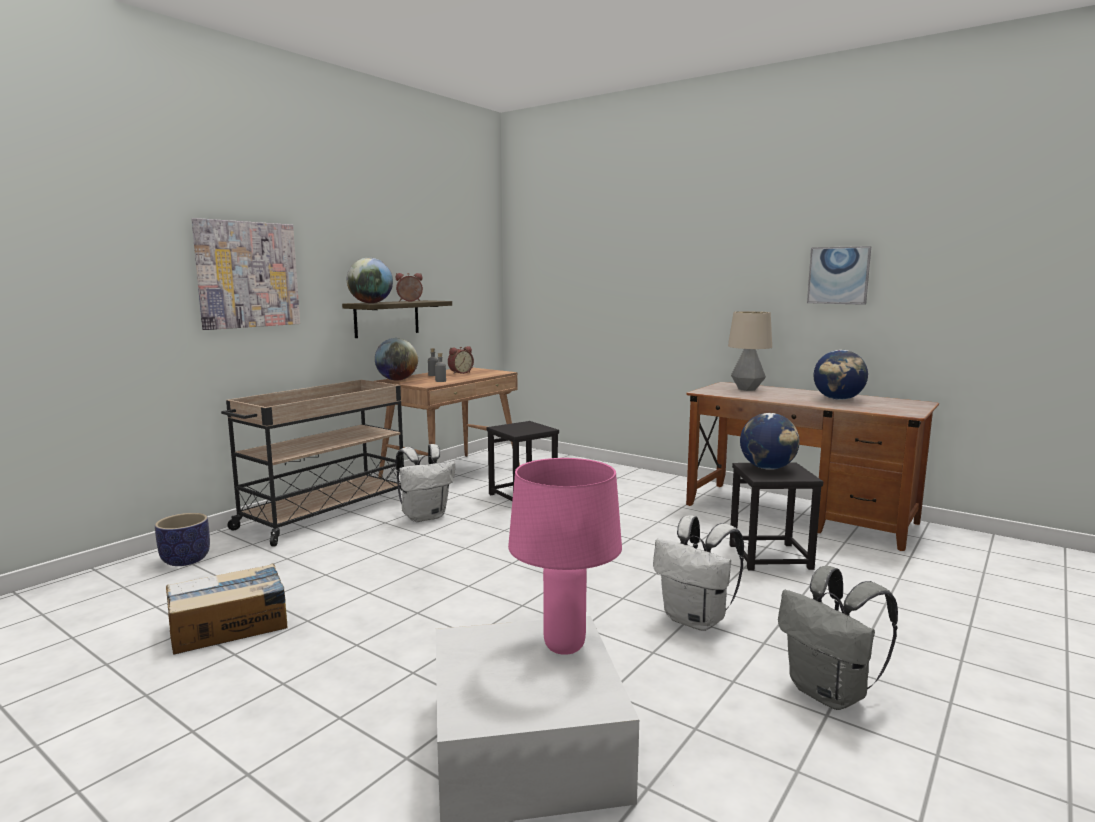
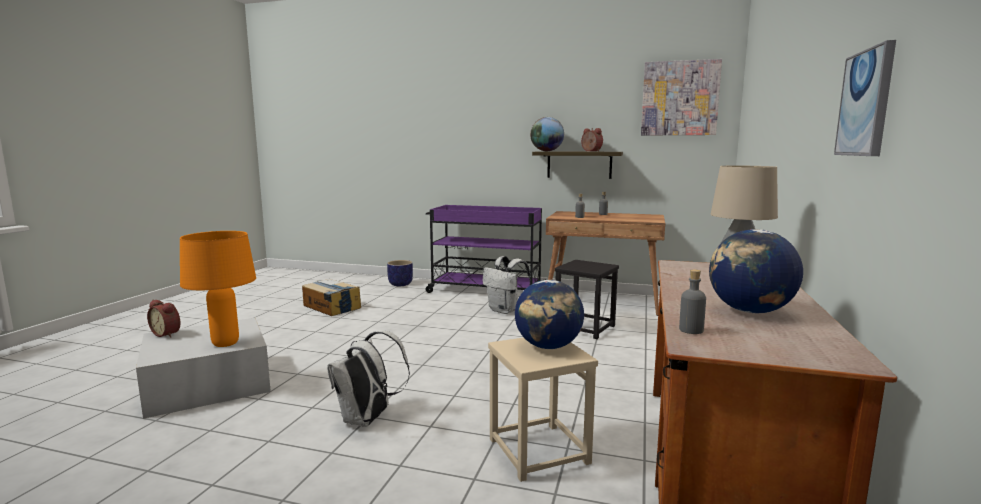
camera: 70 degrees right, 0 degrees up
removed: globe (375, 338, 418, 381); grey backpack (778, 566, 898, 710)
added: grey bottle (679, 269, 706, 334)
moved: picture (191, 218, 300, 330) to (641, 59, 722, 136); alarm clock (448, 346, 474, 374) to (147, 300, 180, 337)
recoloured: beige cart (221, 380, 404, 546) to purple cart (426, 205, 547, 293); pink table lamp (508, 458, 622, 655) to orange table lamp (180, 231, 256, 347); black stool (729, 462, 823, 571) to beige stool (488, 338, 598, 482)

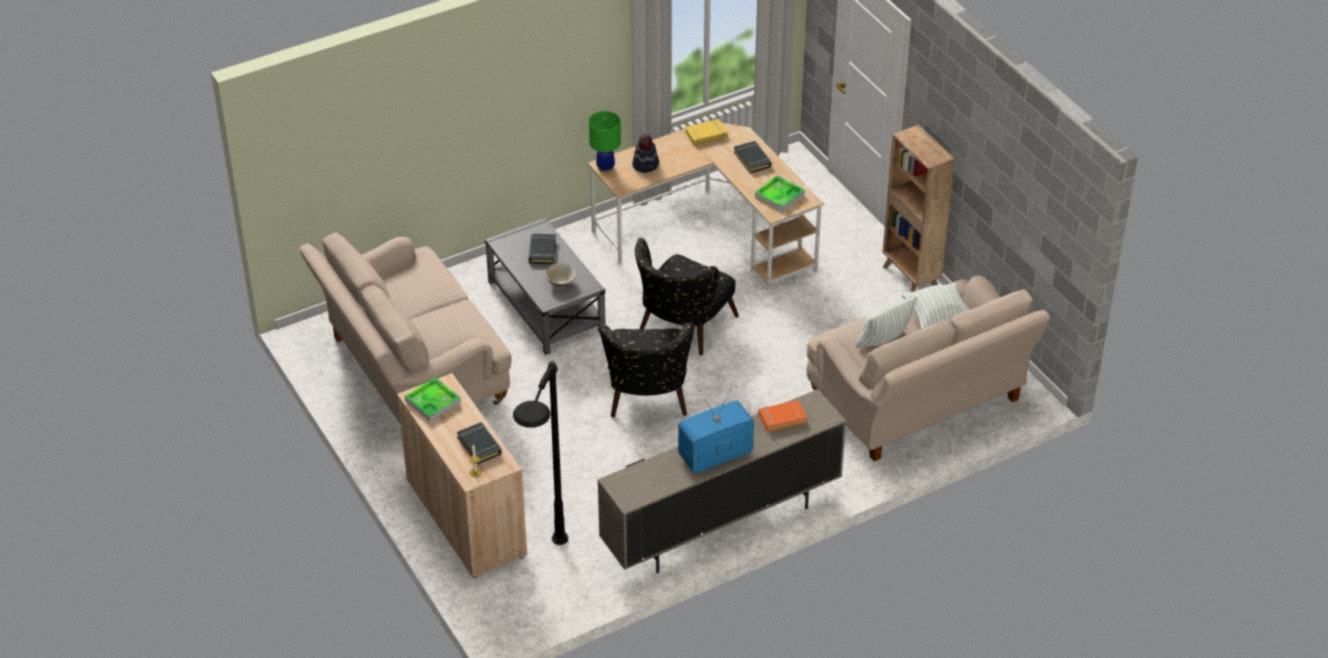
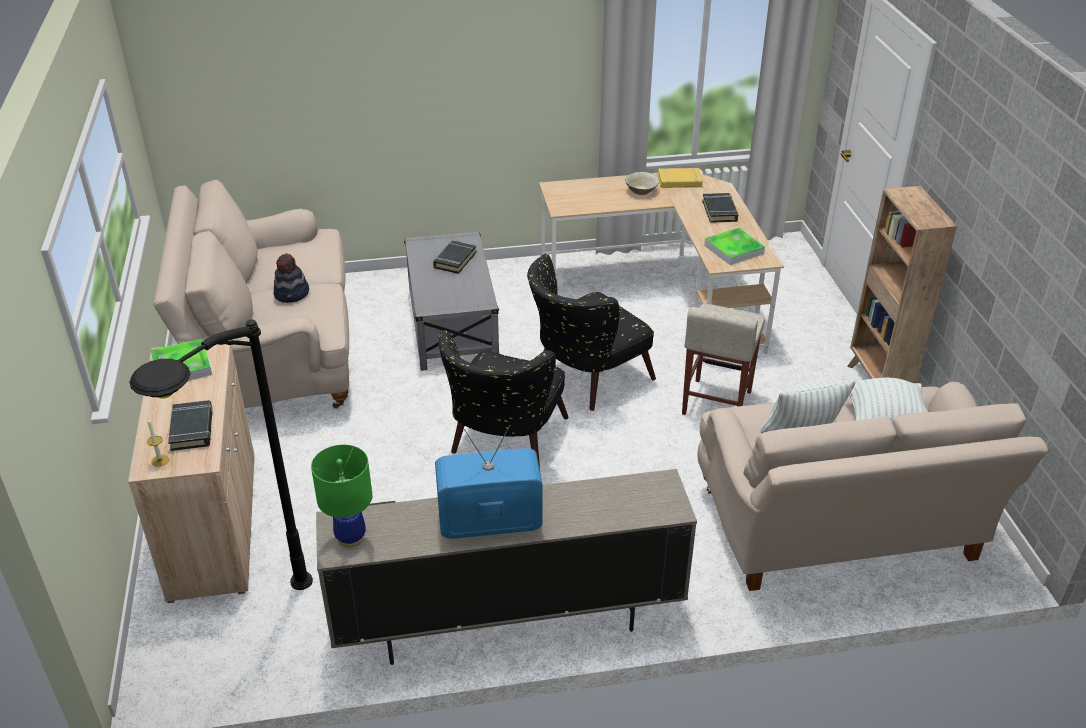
camera: 20 degrees right, 5 degrees down
removed: orange book (758, 400, 807, 432)
added: beige stool (682, 304, 765, 415)
moved: beige bowl (545, 263, 576, 287) to (625, 172, 659, 195); green table lamp (589, 111, 621, 173) to (311, 445, 373, 548); hat (632, 134, 659, 173) to (274, 253, 309, 303)

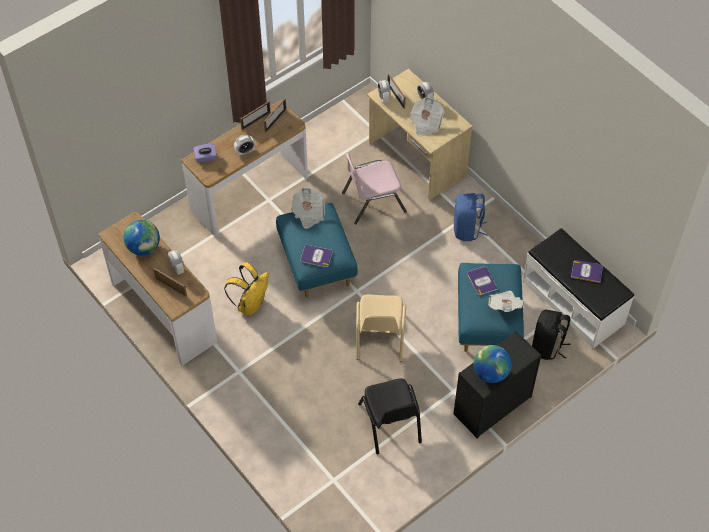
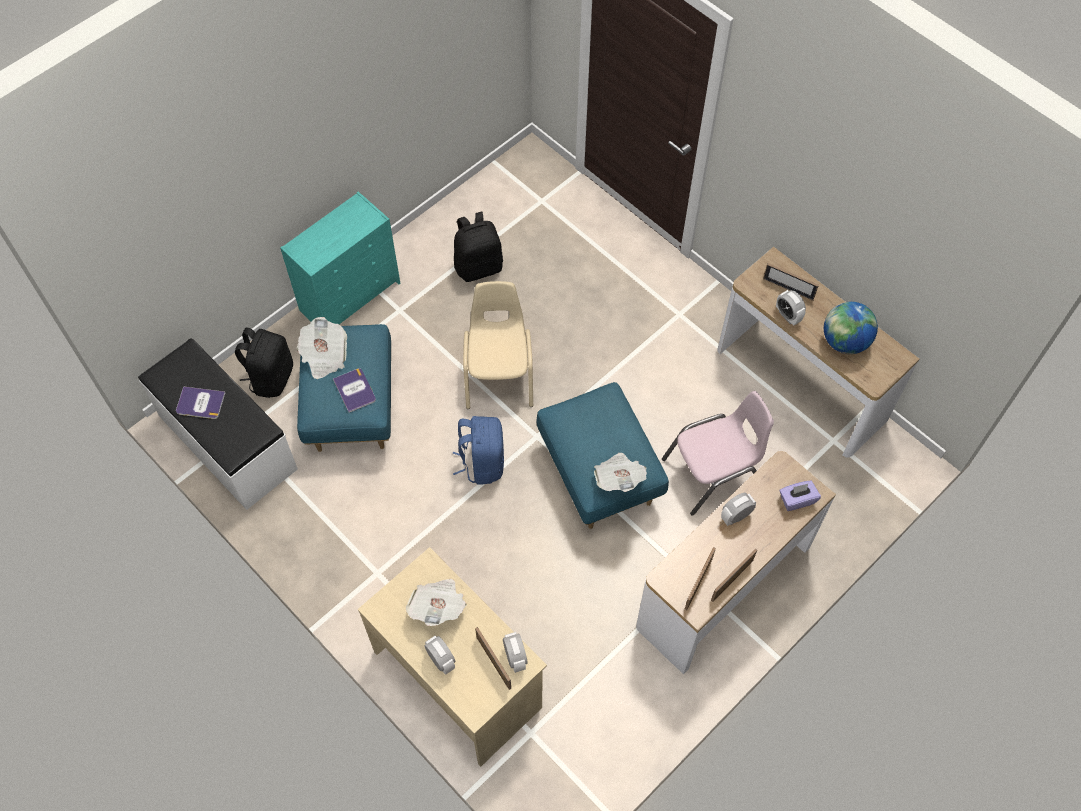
camera: 175 degrees right, 5 degrees up
removed: yellow backpack (225, 262, 269, 316); book (300, 245, 333, 267); globe (474, 345, 512, 383)
moved: pink chair (342, 153, 407, 225) to (662, 391, 774, 516); blue backpack (454, 193, 488, 241) to (453, 416, 504, 485)
replaced: black chair (358, 378, 422, 455) to black backpack (454, 211, 503, 282)
recoloured: black dresser (453, 331, 541, 439) to turquoise dresser (280, 191, 400, 324)

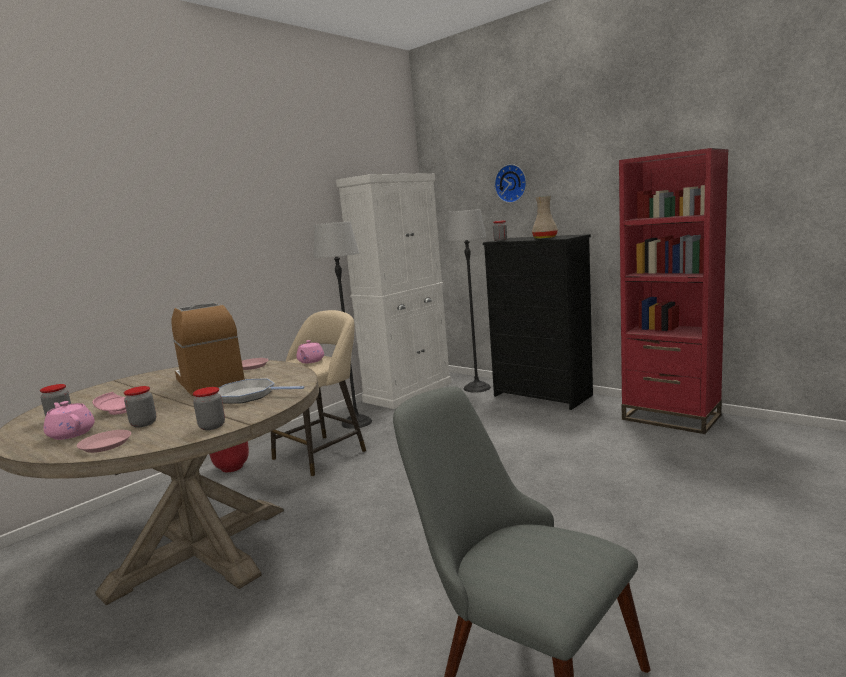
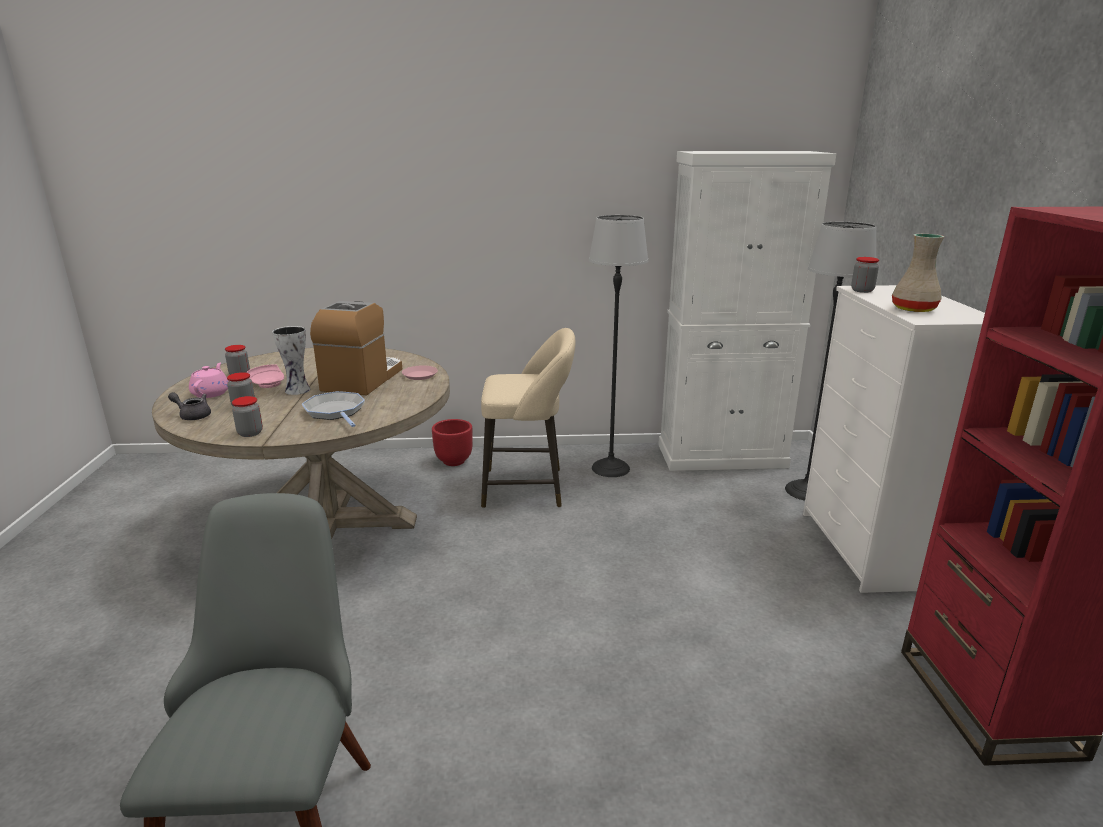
camera: 45 degrees right, 10 degrees up
removed: pink teapot (297, 340, 324, 363); wall clock (494, 164, 526, 203)
added: vase (272, 326, 311, 395)
replaced: pink plate (77, 430, 131, 453) to grey teapot (168, 392, 211, 420)
recoloured: black dresser (483, 234, 593, 410) to white dresser (803, 285, 985, 593)

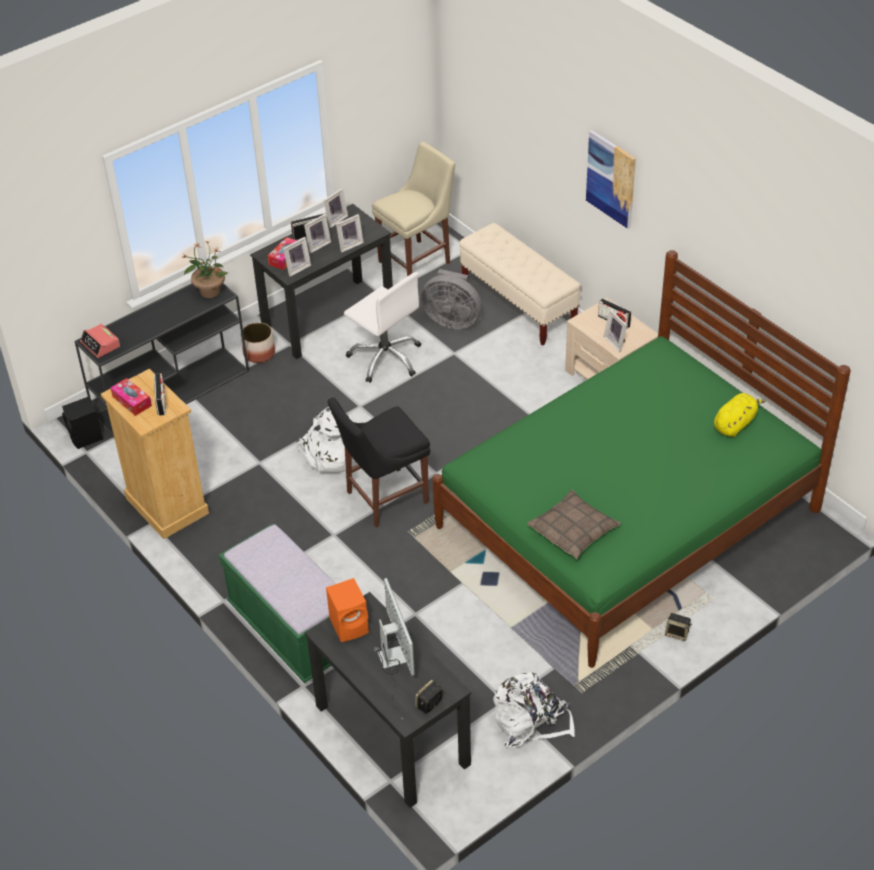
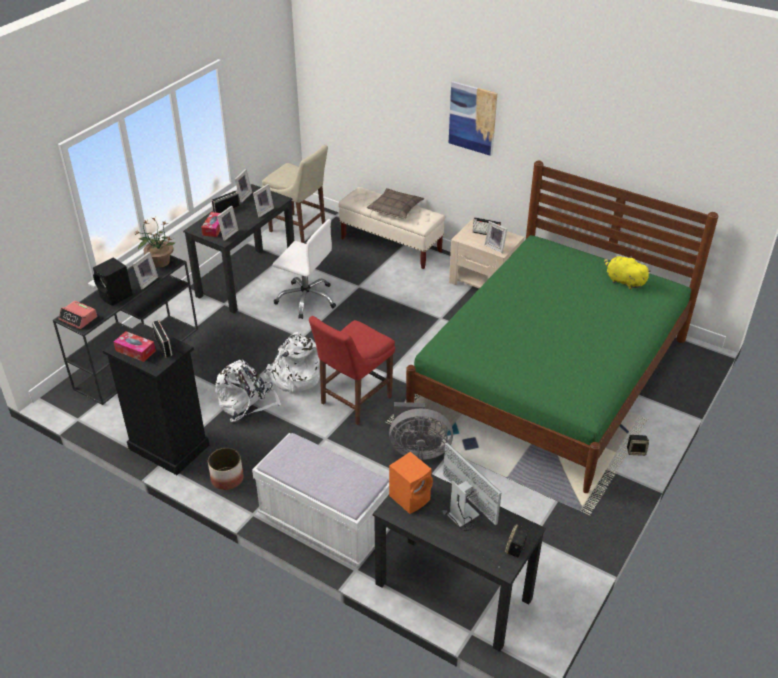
camera: 20 degrees left, 5 degrees down
moved: black speaker (62, 397, 103, 449) to (93, 258, 133, 306); planter (241, 322, 275, 363) to (208, 448, 244, 490); picture frame (304, 214, 331, 253) to (133, 252, 158, 290); grey fan (421, 269, 482, 329) to (389, 402, 453, 460); white backpack (493, 672, 575, 748) to (215, 360, 281, 422); pillow (527, 490, 621, 559) to (367, 188, 424, 219)
recoloured: beige dresser (101, 369, 209, 539) to black dresser (103, 322, 209, 475); green bench (219, 523, 335, 683) to white bench (252, 433, 389, 566); black chair (328, 398, 430, 527) to red chair (309, 316, 395, 425)
turned: beige chair (372, 142, 455, 276) = (262, 145, 328, 243) 90 degrees clockwise; yellow plush toy (714, 393, 765, 437) = (604, 256, 651, 289) 75 degrees counterclockwise

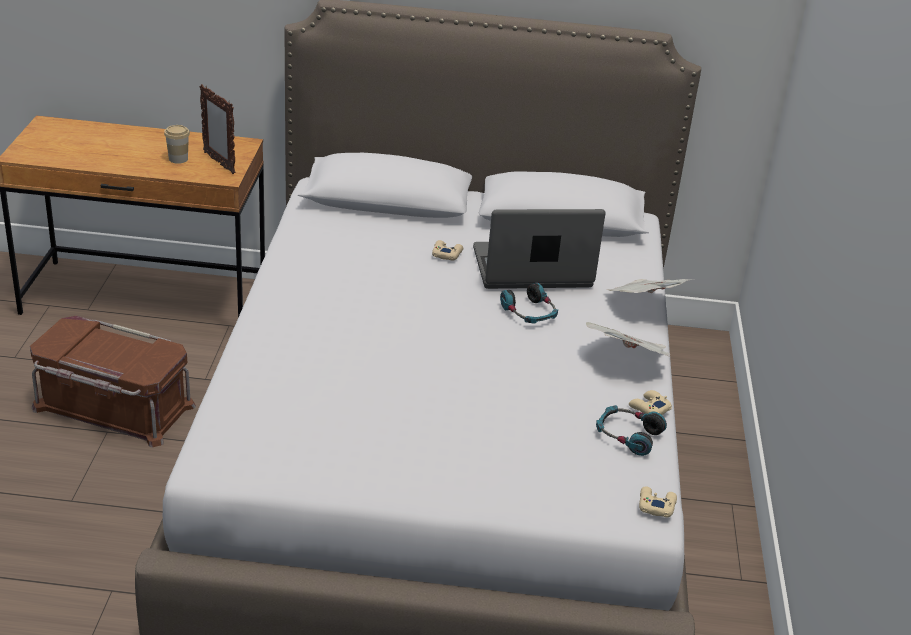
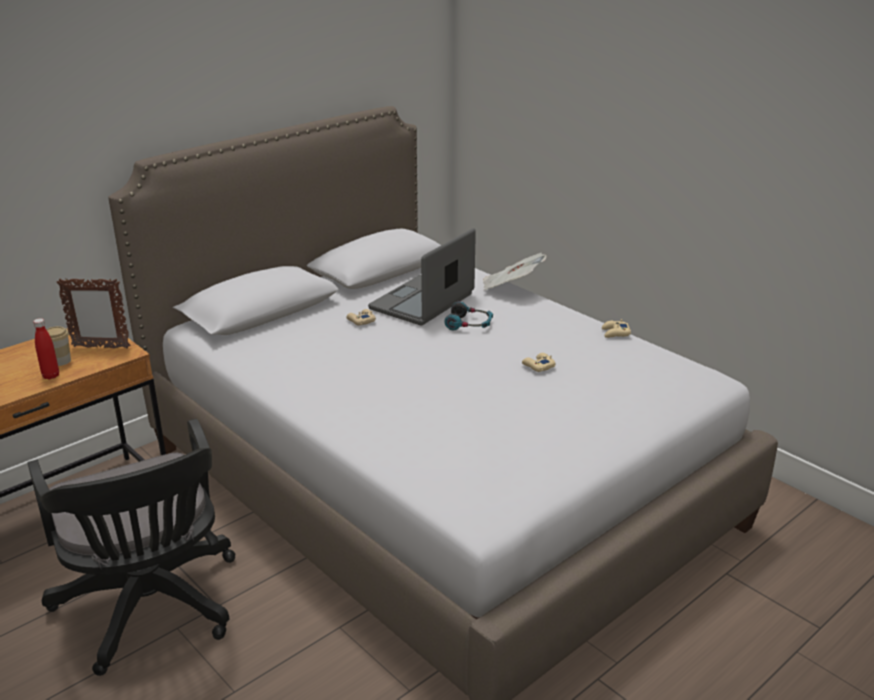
camera: 45 degrees left, 5 degrees down
removed: newspaper (586, 322, 671, 357); headphones (596, 405, 667, 456)
added: red bottle (33, 318, 59, 380)
moved: beige game controller (639, 486, 677, 518) to (522, 353, 556, 372)
replaced: brown storage box (30, 316, 196, 447) to black office chair (27, 419, 235, 676)

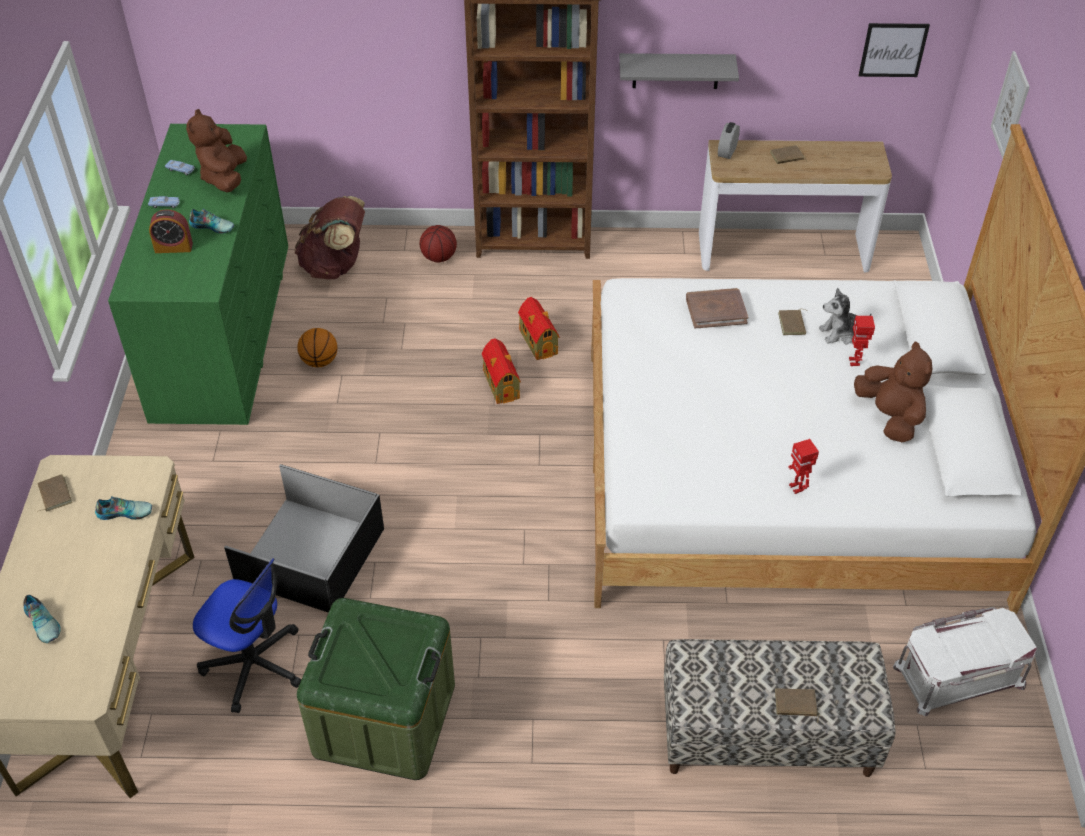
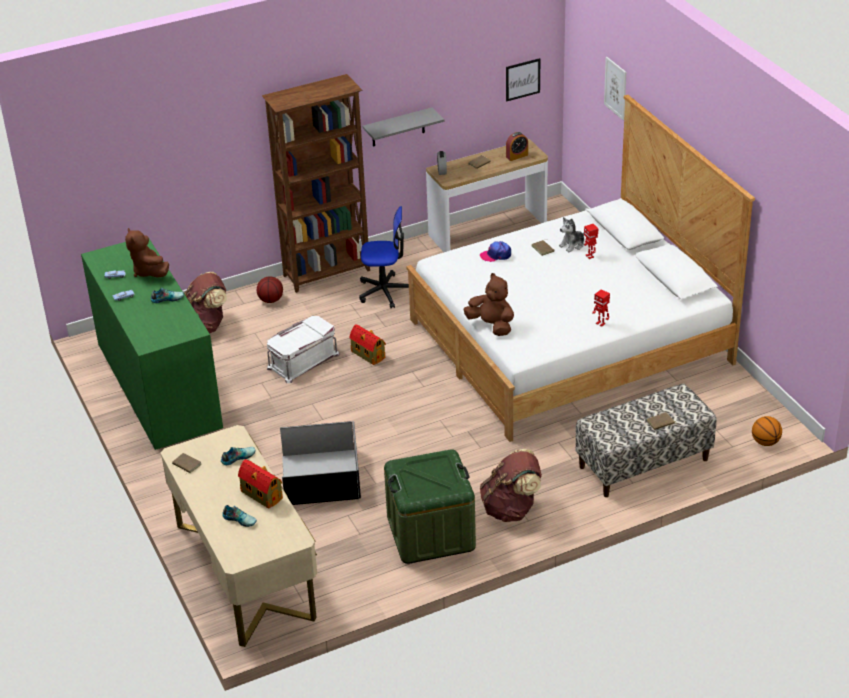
camera: 25 degrees left, 10 degrees down
added: brown backpack (480, 449, 542, 522)
moved: alarm clock (149, 209, 193, 253) to (506, 132, 528, 161); office chair (193, 558, 301, 713) to (359, 206, 409, 308); basketball (297, 328, 338, 368) to (752, 416, 782, 446); toy house (518, 297, 560, 360) to (238, 459, 283, 509); brown plush toy (854, 342, 932, 442) to (463, 273, 514, 336); white storage box (893, 607, 1037, 716) to (267, 316, 340, 383)
replaced: brown book (686, 288, 748, 328) to cap (480, 241, 511, 262)

